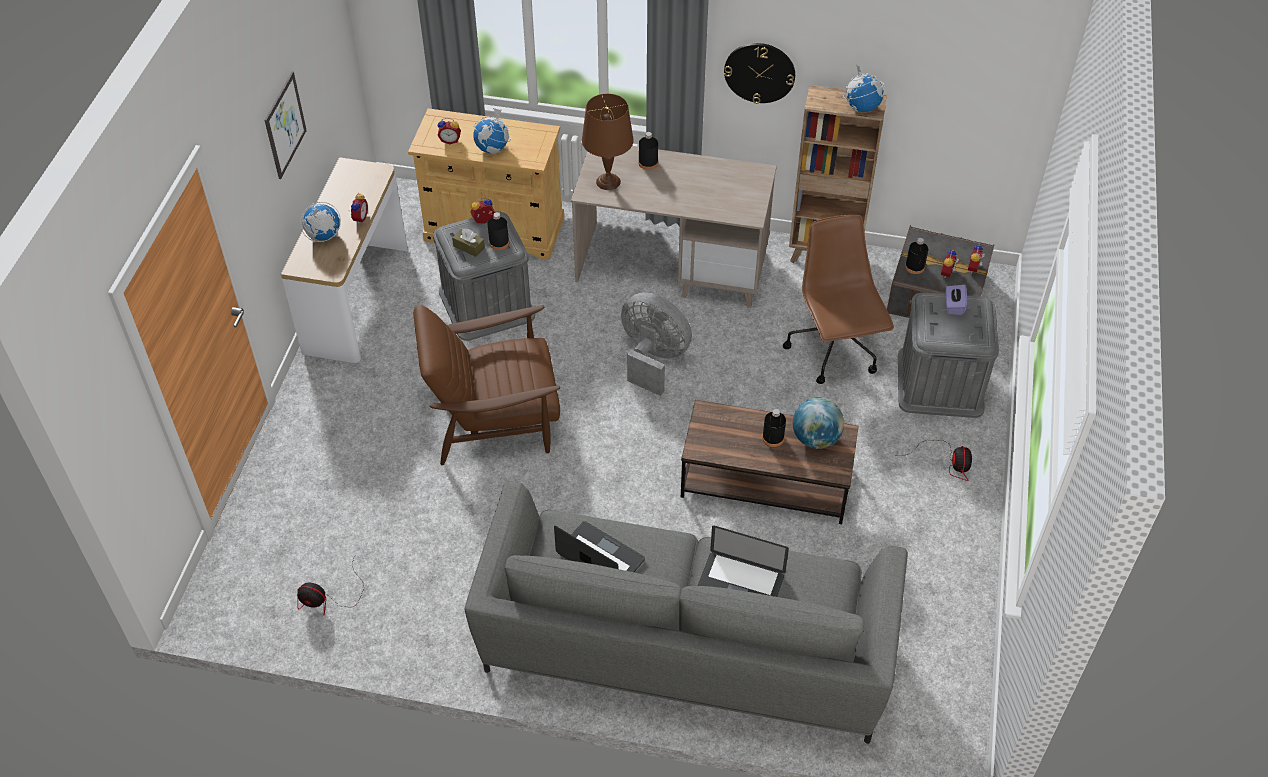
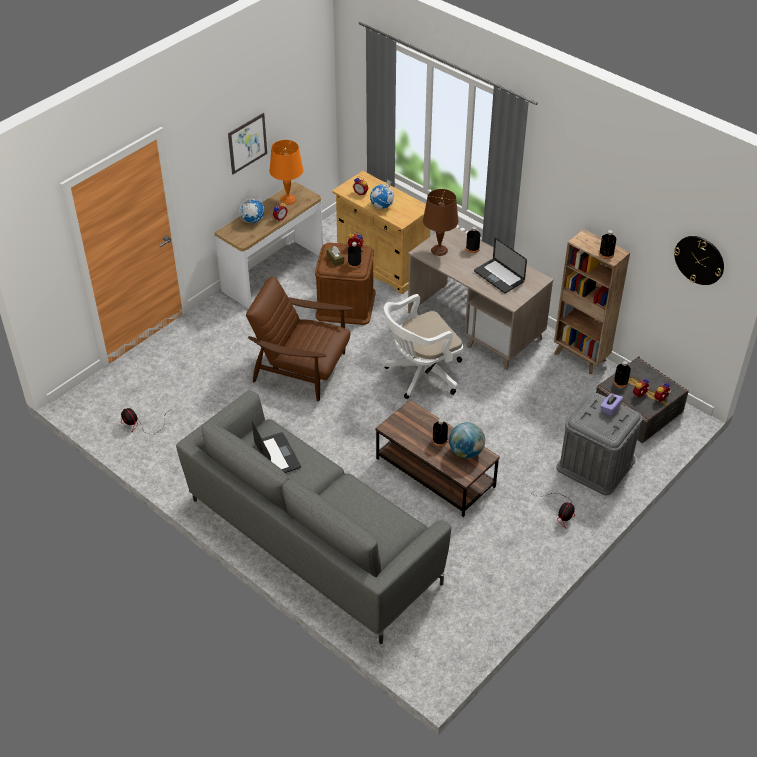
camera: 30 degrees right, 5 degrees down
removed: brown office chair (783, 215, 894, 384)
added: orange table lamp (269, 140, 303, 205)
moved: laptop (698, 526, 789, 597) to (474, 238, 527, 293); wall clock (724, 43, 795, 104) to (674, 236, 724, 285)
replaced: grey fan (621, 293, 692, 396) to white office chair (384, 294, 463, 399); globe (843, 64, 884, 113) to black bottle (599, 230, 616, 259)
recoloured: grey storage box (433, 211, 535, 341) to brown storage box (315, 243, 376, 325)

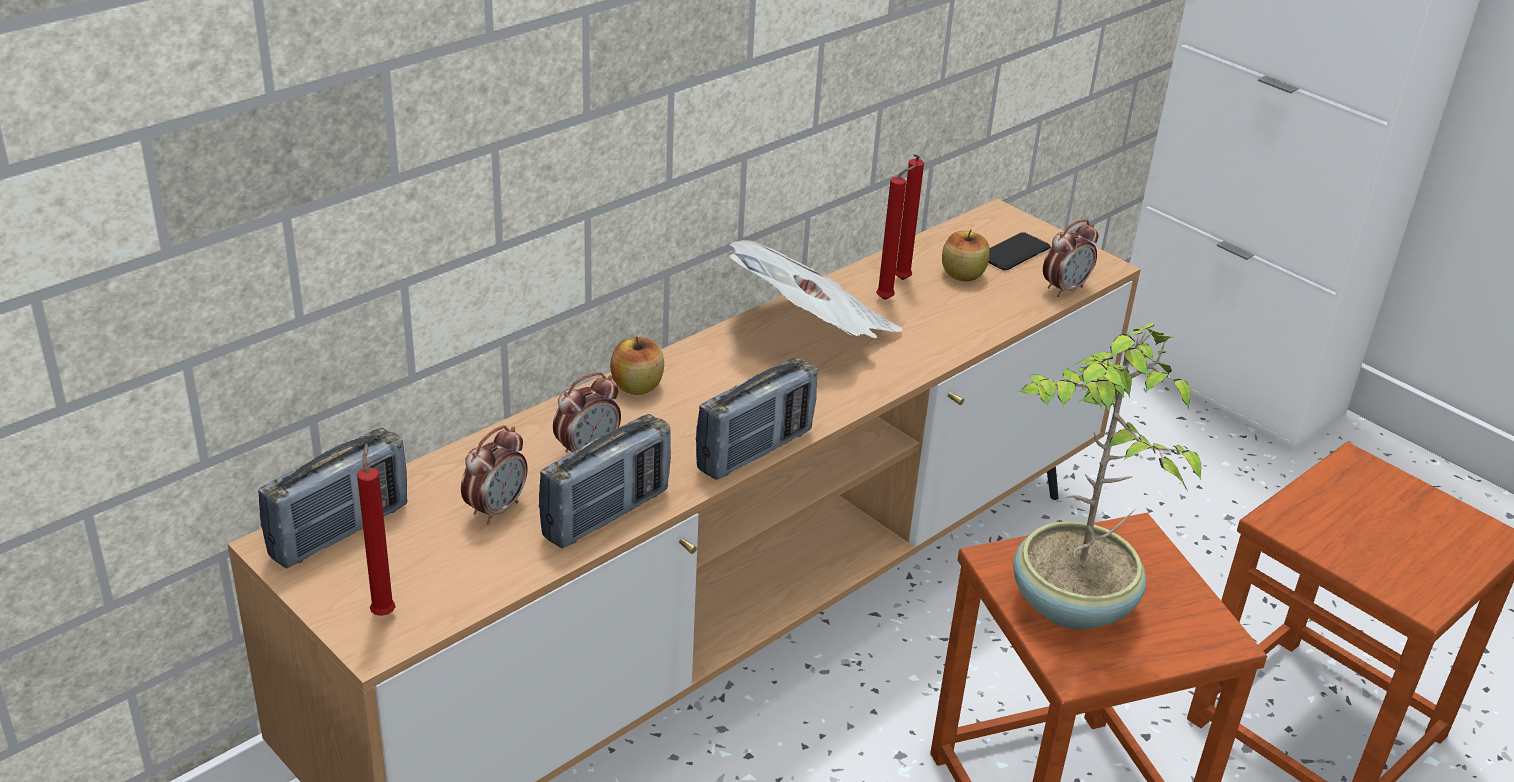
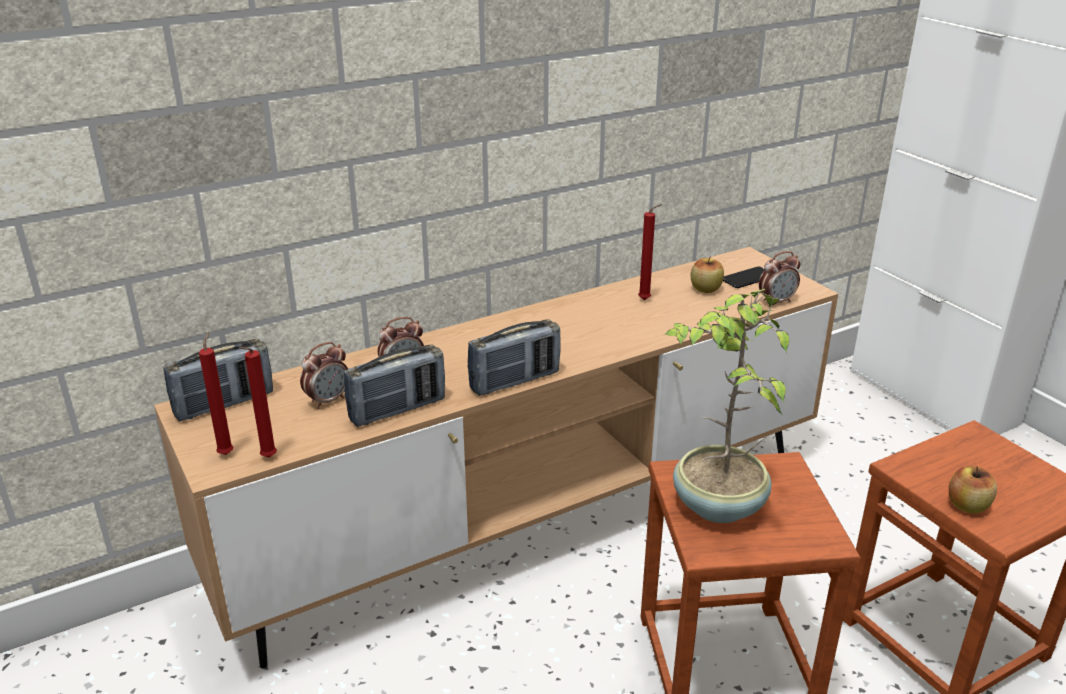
camera: 15 degrees right, 5 degrees down
removed: newspaper (729, 240, 903, 338)
moved: apple (610, 336, 664, 395) to (949, 466, 997, 513); red candle (895, 154, 924, 280) to (238, 347, 277, 458)

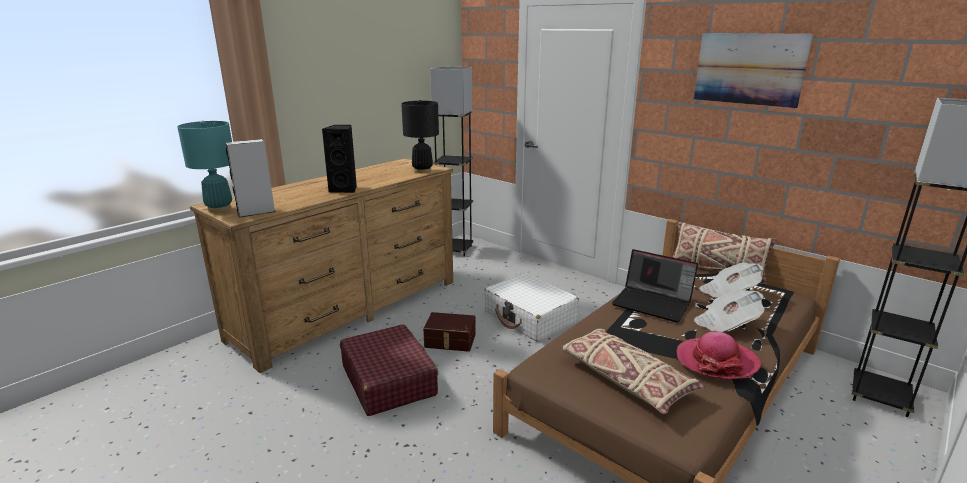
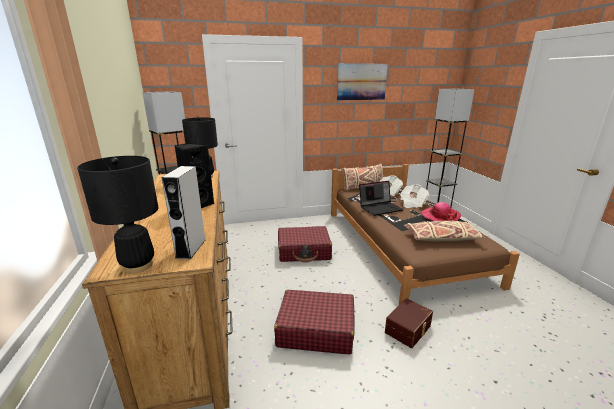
camera: 55 degrees left, 0 degrees up
moved: brown storage box (423, 312, 476, 352) to (385, 298, 433, 348)
recoloured: turquoise table lamp (177, 121, 232, 212) to black table lamp (77, 156, 158, 273); white suitcase (484, 273, 579, 342) to red suitcase (278, 226, 332, 263)

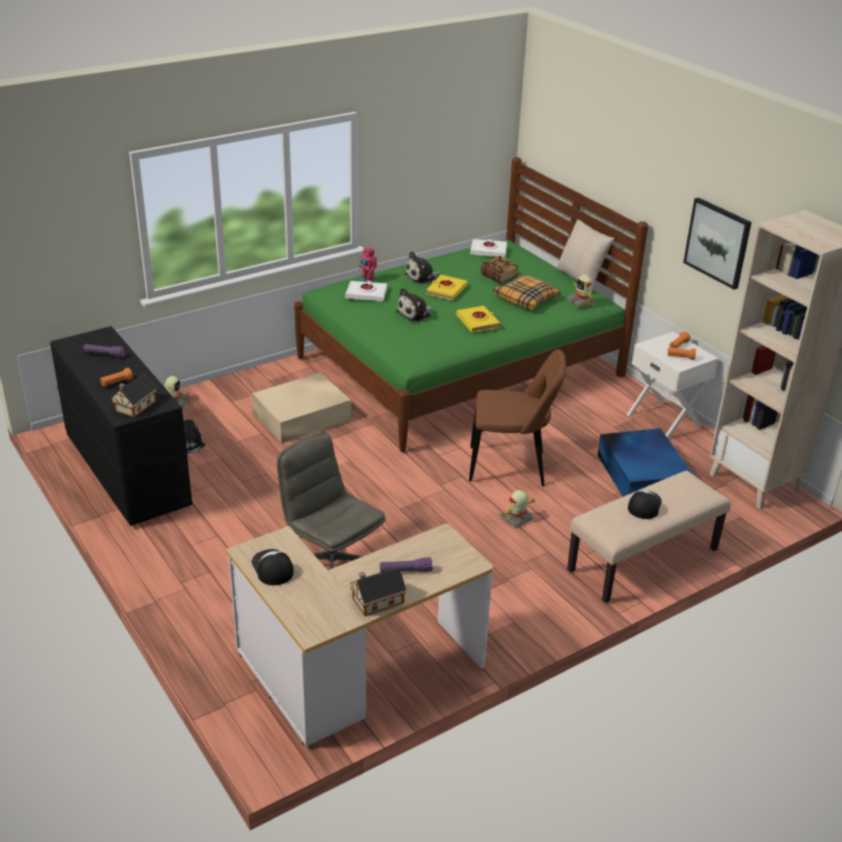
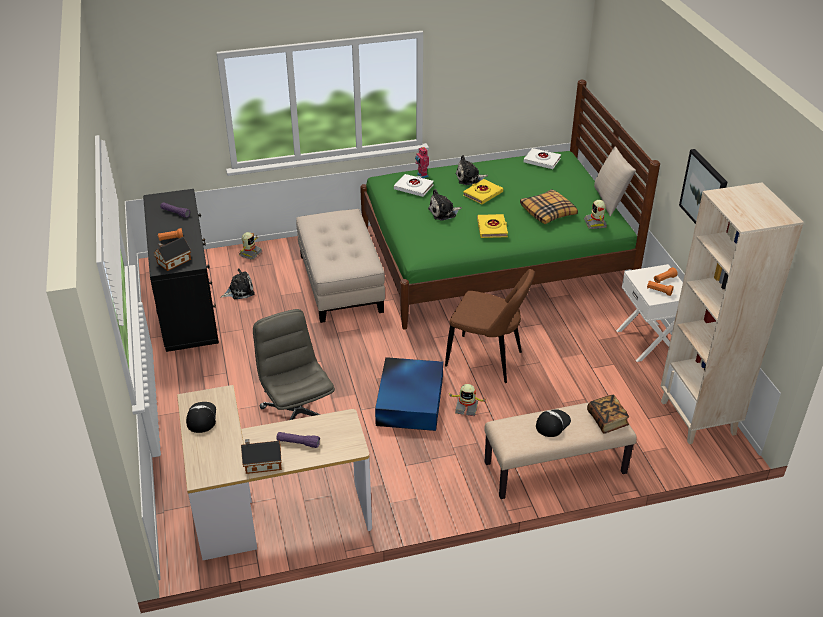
camera: 20 degrees right, 5 degrees up
moved: book (481, 256, 519, 284) to (587, 394, 629, 433); blue storage box (598, 428, 693, 497) to (375, 357, 443, 431)
replaced: beige storage box (252, 373, 351, 443) to beige ottoman (296, 209, 385, 323)
turned: toy robot (500, 490, 537, 528) = (448, 384, 486, 416) 150 degrees counterclockwise

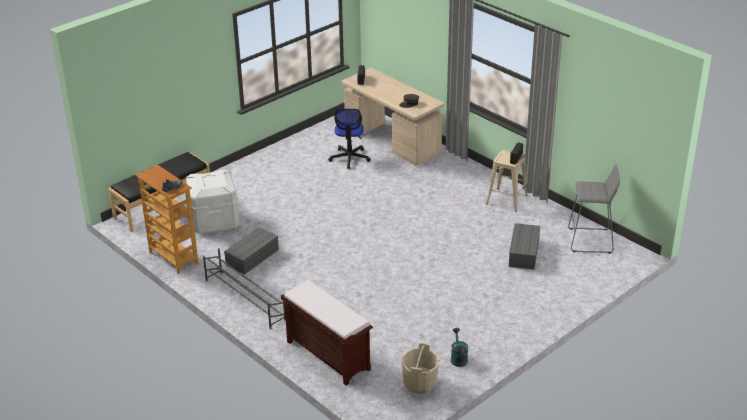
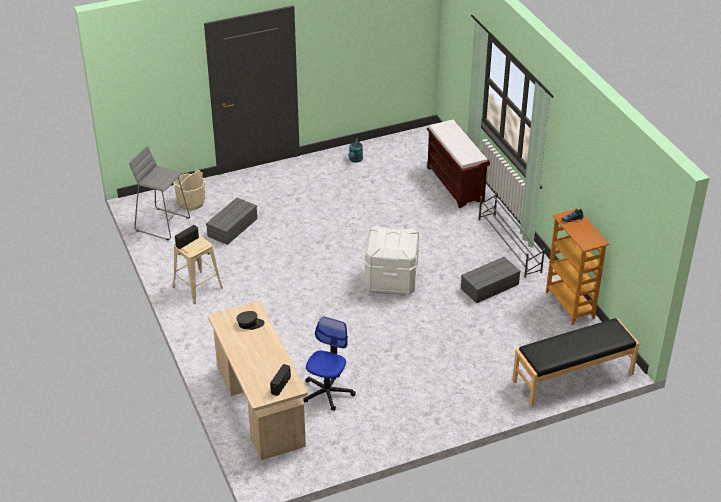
camera: 160 degrees left, 5 degrees up
moved: white storage box (185, 169, 239, 235) to (365, 226, 419, 295); beige bucket (401, 343, 439, 394) to (174, 170, 205, 211)

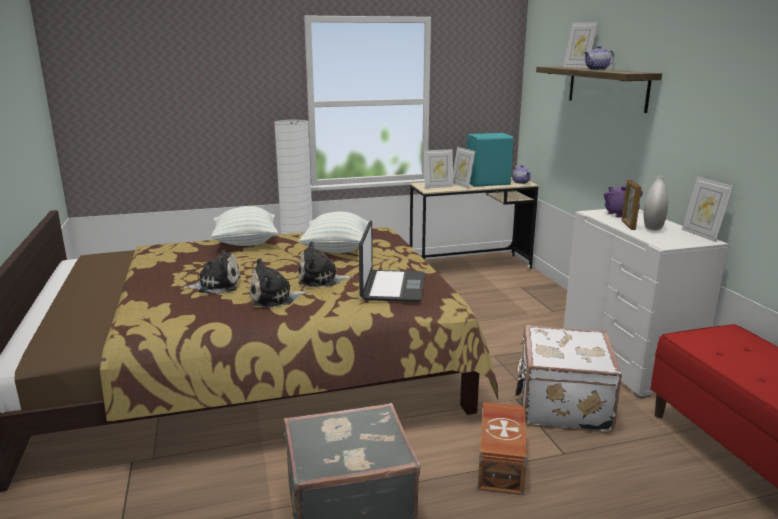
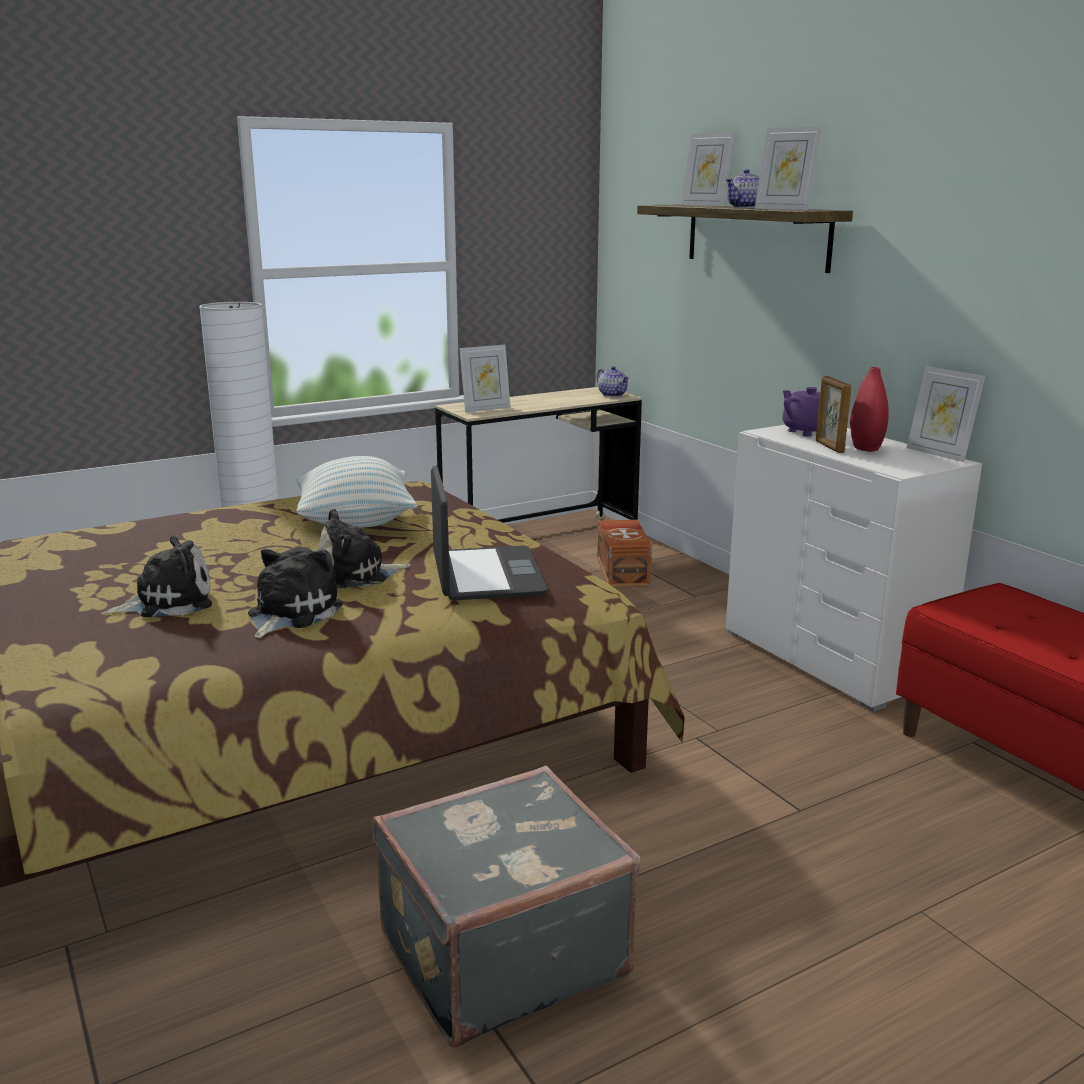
camera: 15 degrees left, 0 degrees up
removed: pillow (211, 206, 278, 246); turquoise speaker (466, 133, 514, 187); white suitcase (515, 325, 622, 433)
moved: picture frame (453, 147, 475, 189) to (755, 126, 822, 210); brown storage box (478, 402, 527, 495) to (597, 520, 652, 588)
recoloured: white vase (643, 176, 668, 230) to red vase (850, 367, 889, 452)
turned: plush toy (249, 258, 307, 308) = (248, 547, 343, 638) 150 degrees clockwise

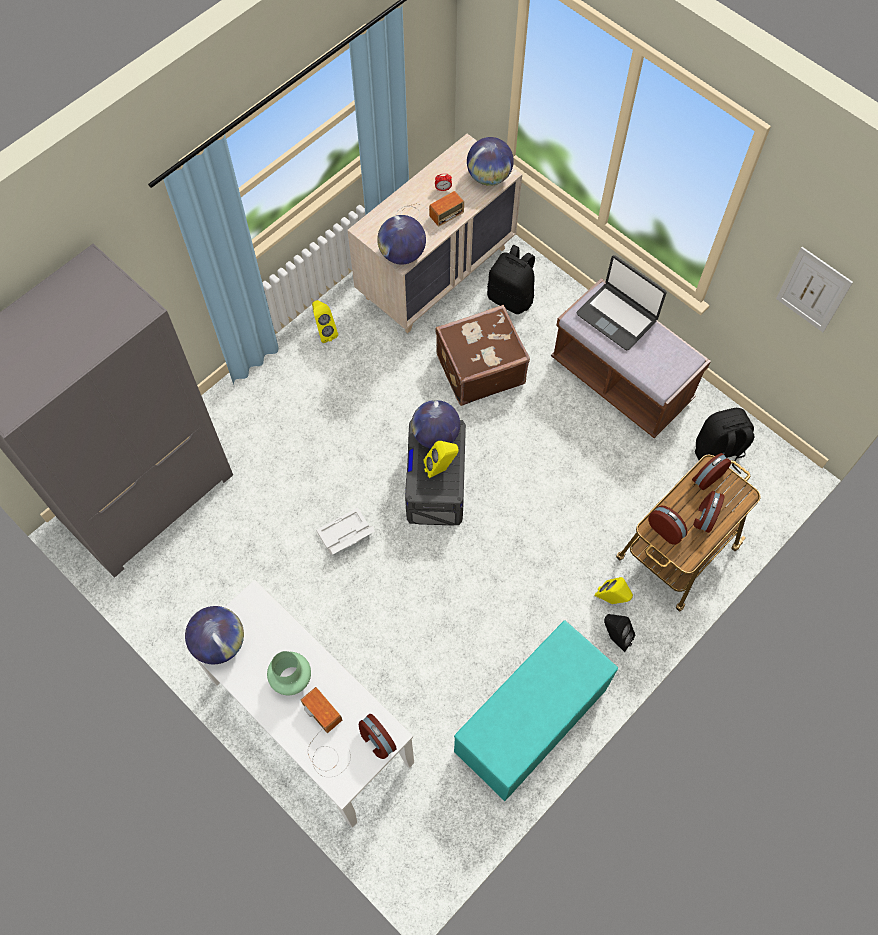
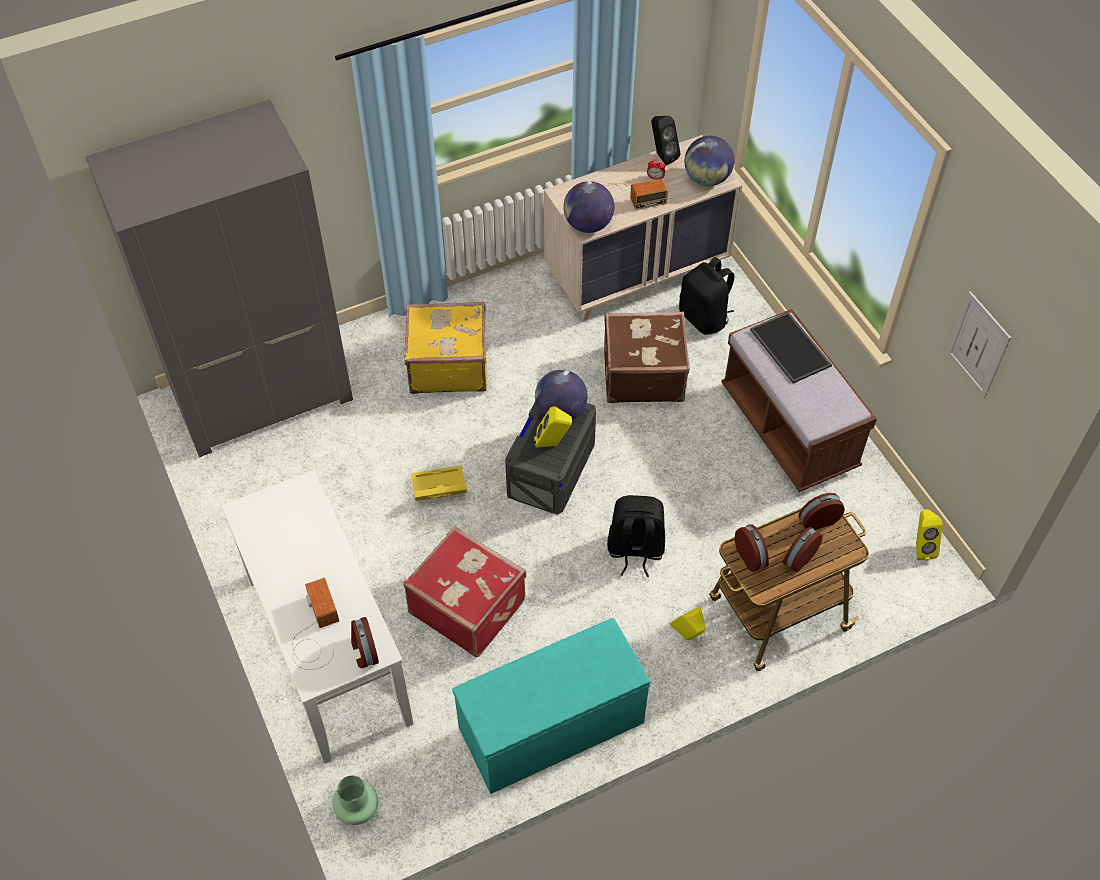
camera: 20 degrees right, 10 degrees down
removed: globe (185, 606, 244, 664)
added: red suitcase (403, 526, 527, 657); yellow suitcase (405, 302, 487, 394)
moved: green vase (267, 651, 311, 695) to (333, 776, 378, 825); yellow speaker (312, 300, 338, 343) to (916, 509, 943, 561); black speaker (604, 614, 635, 652) to (651, 116, 681, 165); black backpack (695, 408, 754, 474) to (607, 495, 665, 577)
replaced: laptop (577, 255, 667, 351) to tray (750, 312, 832, 384)
recoloured: white storage box (316, 508, 375, 555) to yellow storage box (411, 465, 467, 501)

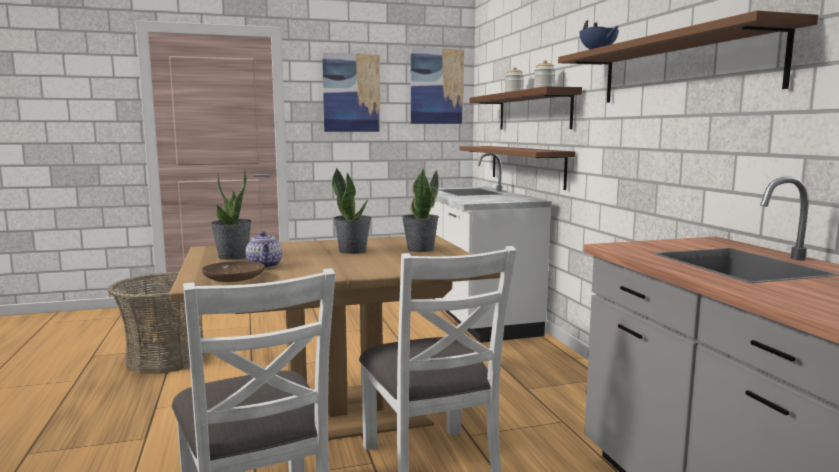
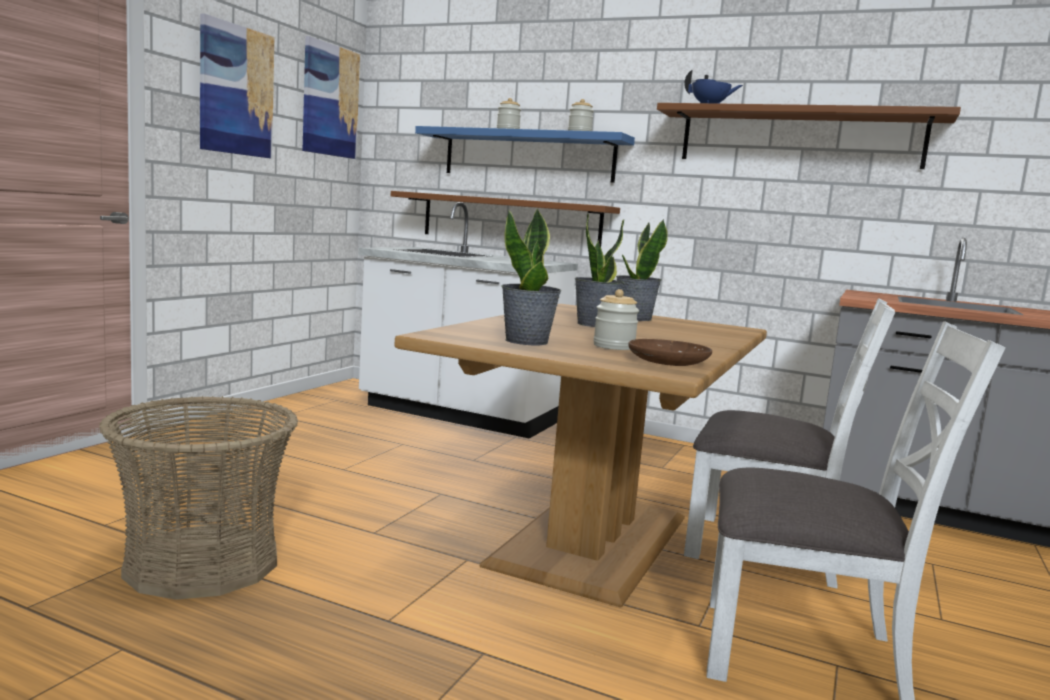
camera: 50 degrees left, 0 degrees up
replaced: teapot (245, 231, 282, 268) to jar (593, 289, 639, 350)
recoloured: brown shelf (470, 86, 582, 129) to blue shelf (415, 126, 635, 183)

